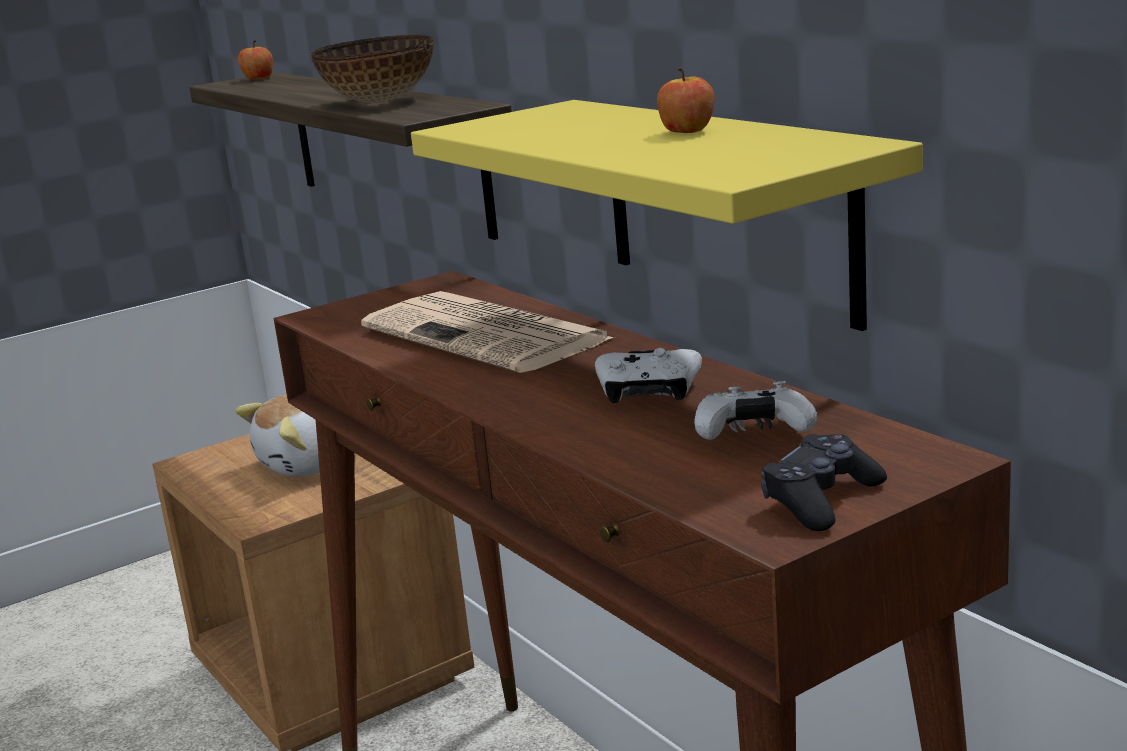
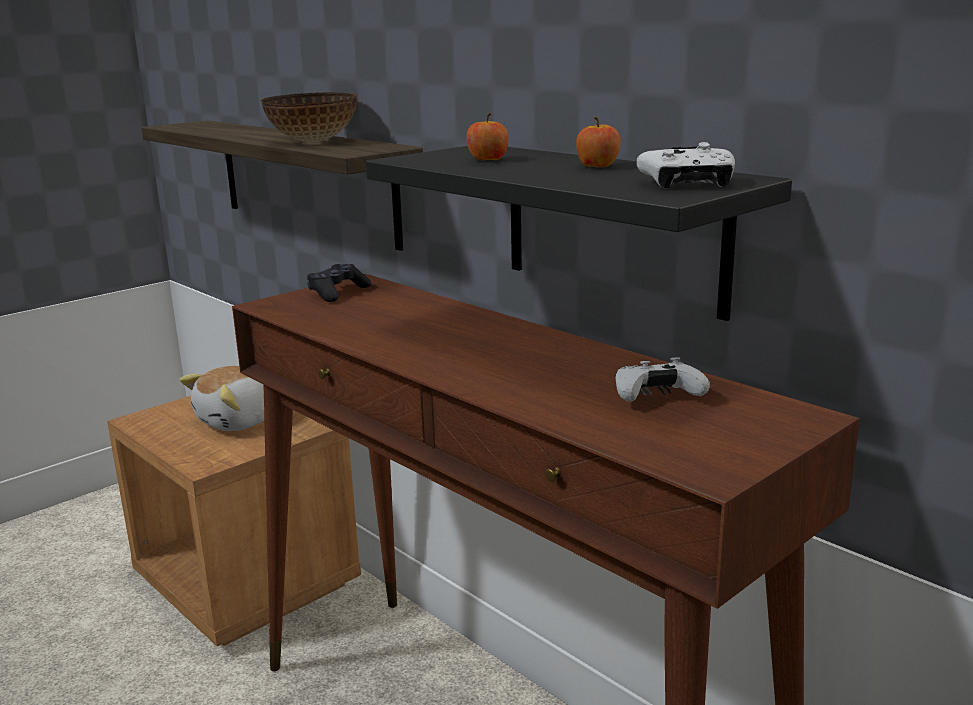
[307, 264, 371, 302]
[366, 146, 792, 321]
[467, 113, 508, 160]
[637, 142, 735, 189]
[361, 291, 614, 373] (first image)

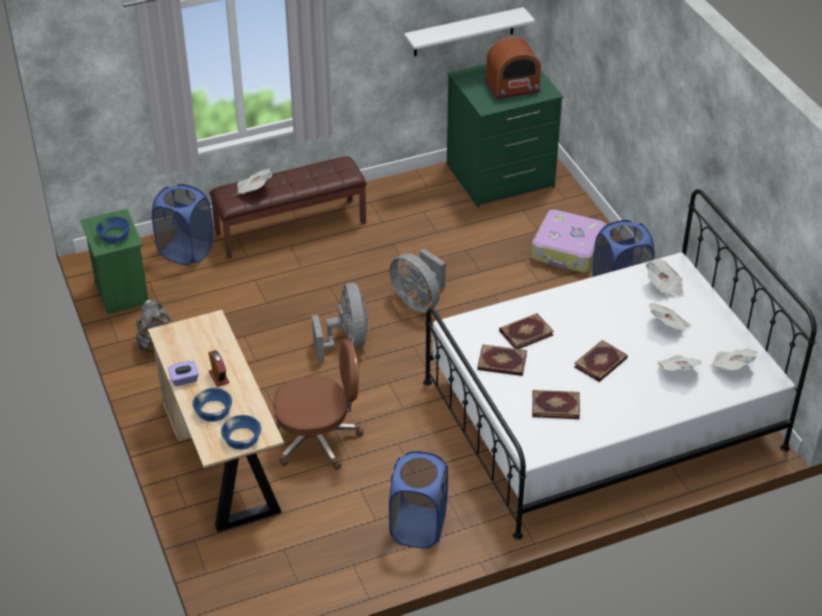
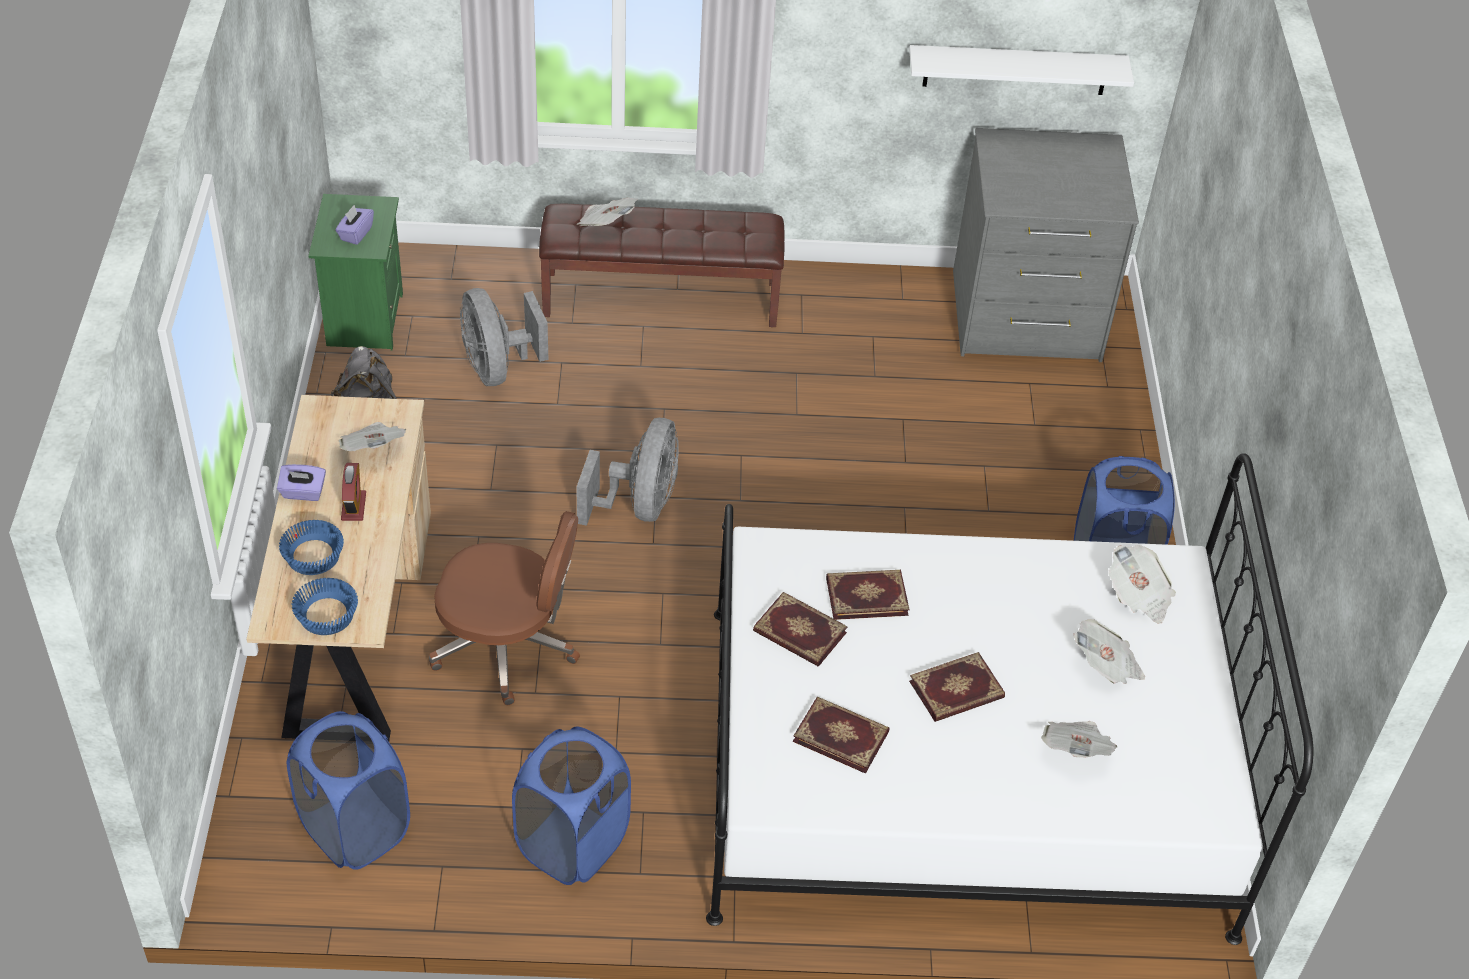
[287, 711, 410, 870]
[335, 205, 374, 245]
[339, 422, 407, 451]
[460, 288, 548, 386]
[953, 128, 1139, 362]
[484, 37, 541, 99] (first image)
[531, 210, 606, 273] (first image)

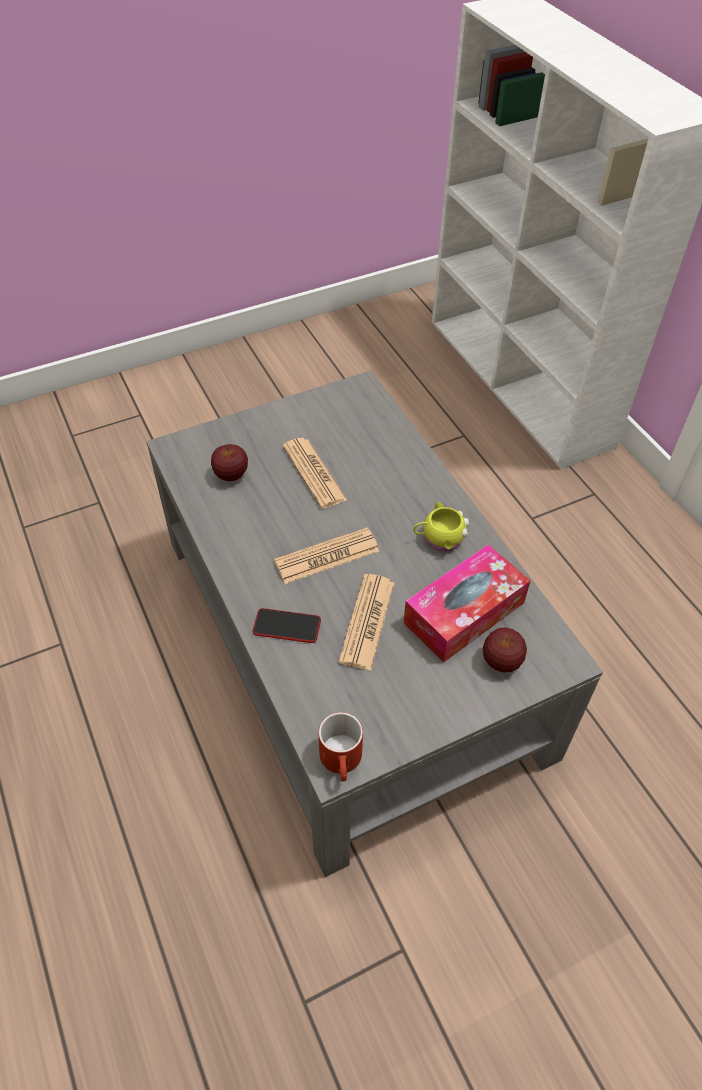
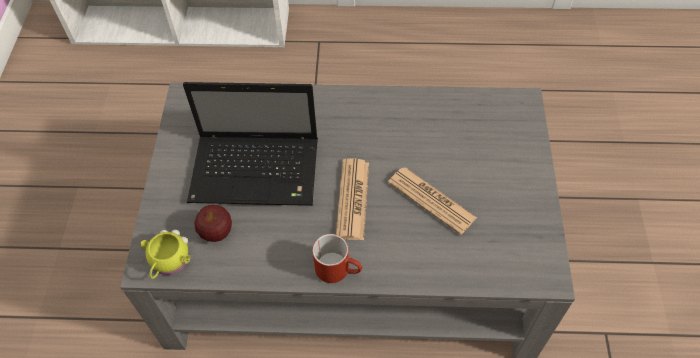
[141, 229, 190, 279]
[183, 82, 318, 206]
[312, 234, 362, 283]
[253, 608, 321, 643] (first image)
[404, 544, 531, 663] (first image)
[483, 627, 527, 672] (first image)

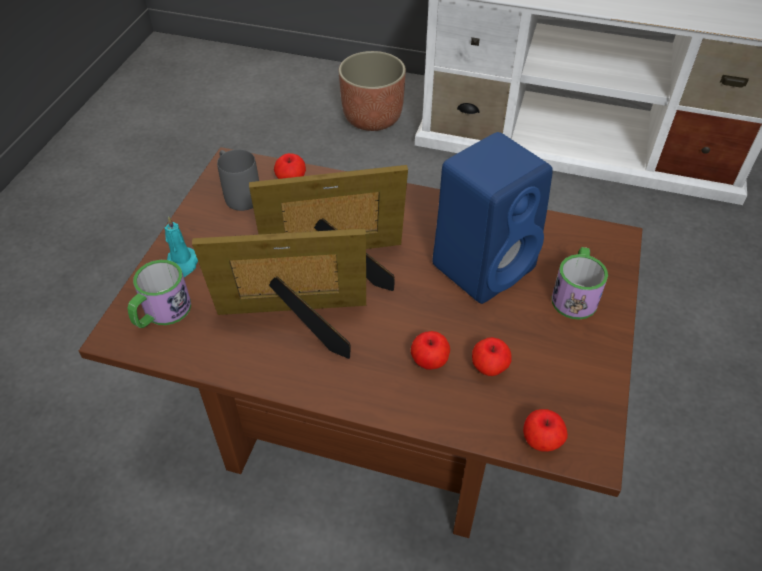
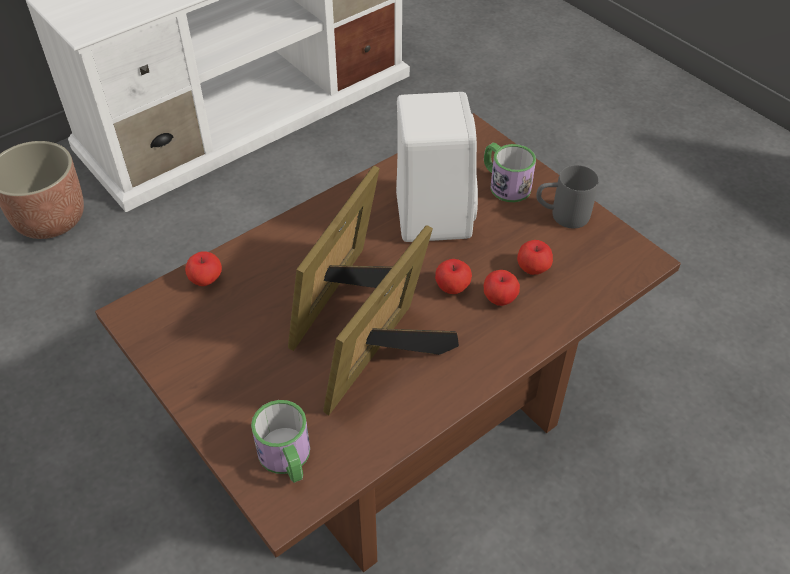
[396, 92, 478, 242]
[435, 259, 472, 294]
[536, 165, 599, 228]
[164, 216, 198, 277] (first image)

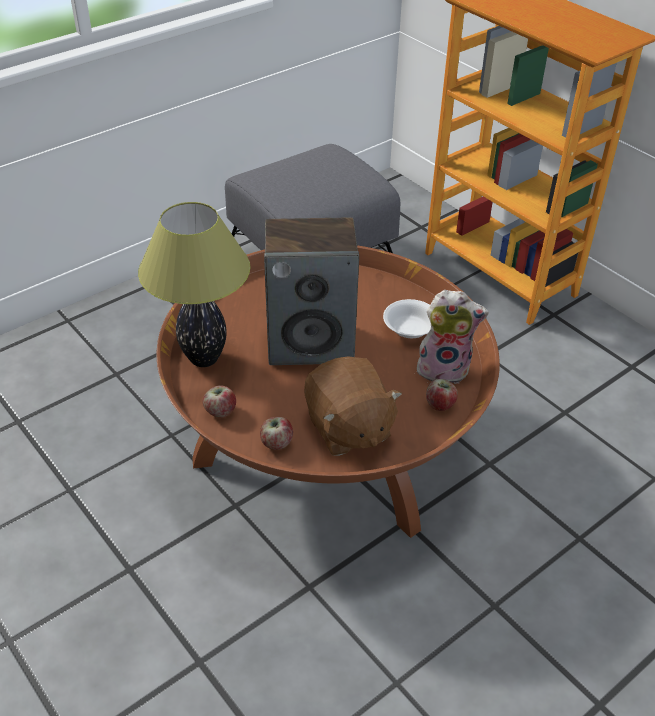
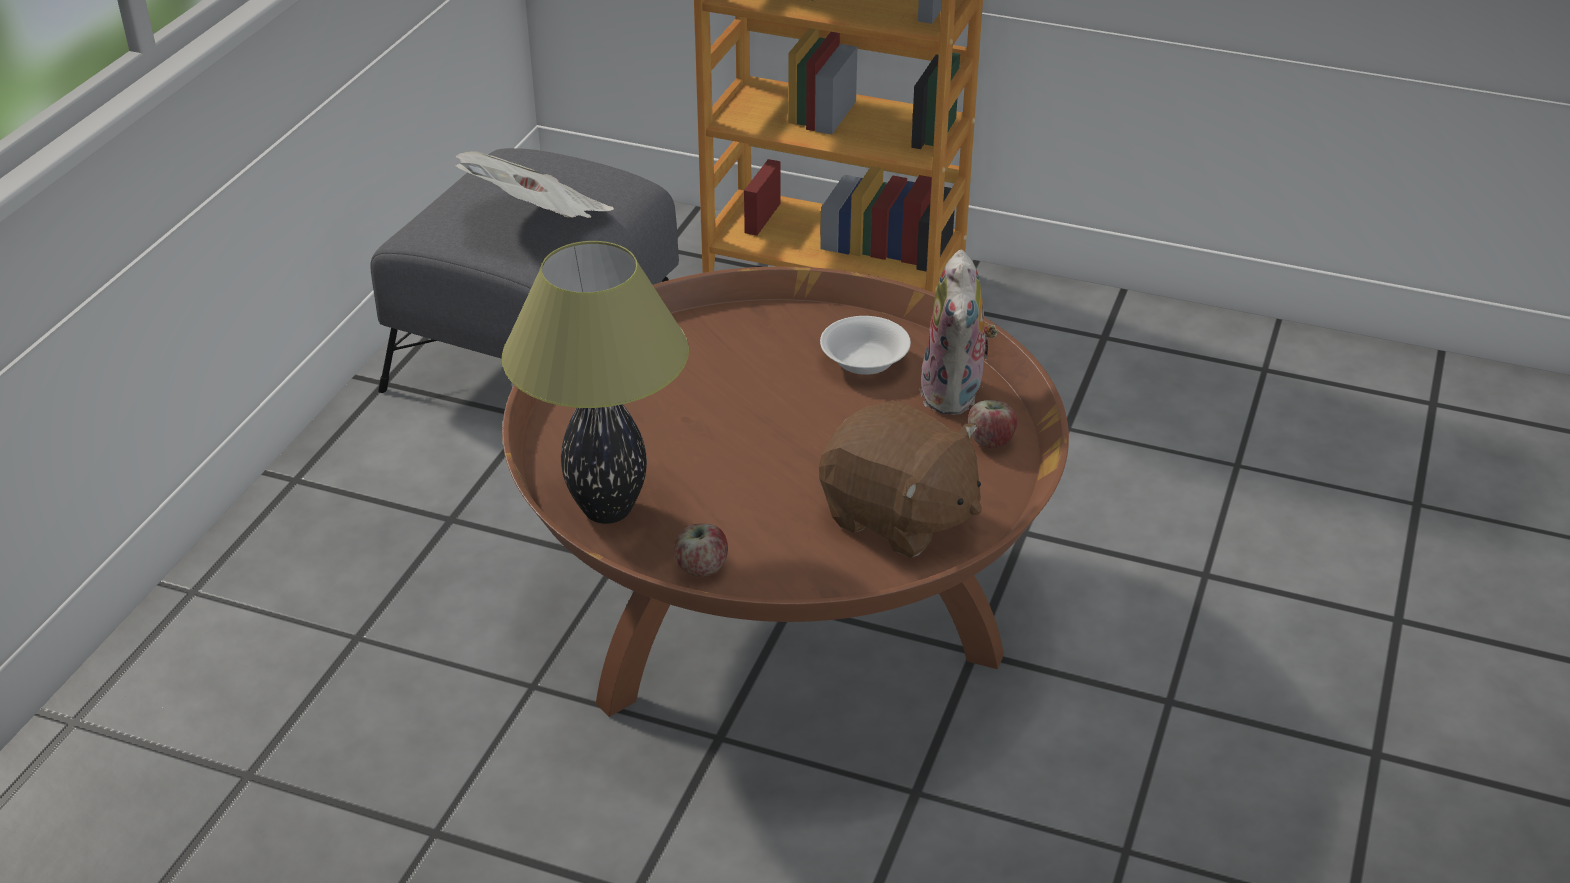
[455, 151, 614, 218]
[919, 250, 998, 415]
[260, 417, 293, 450] (first image)
[264, 218, 359, 365] (first image)

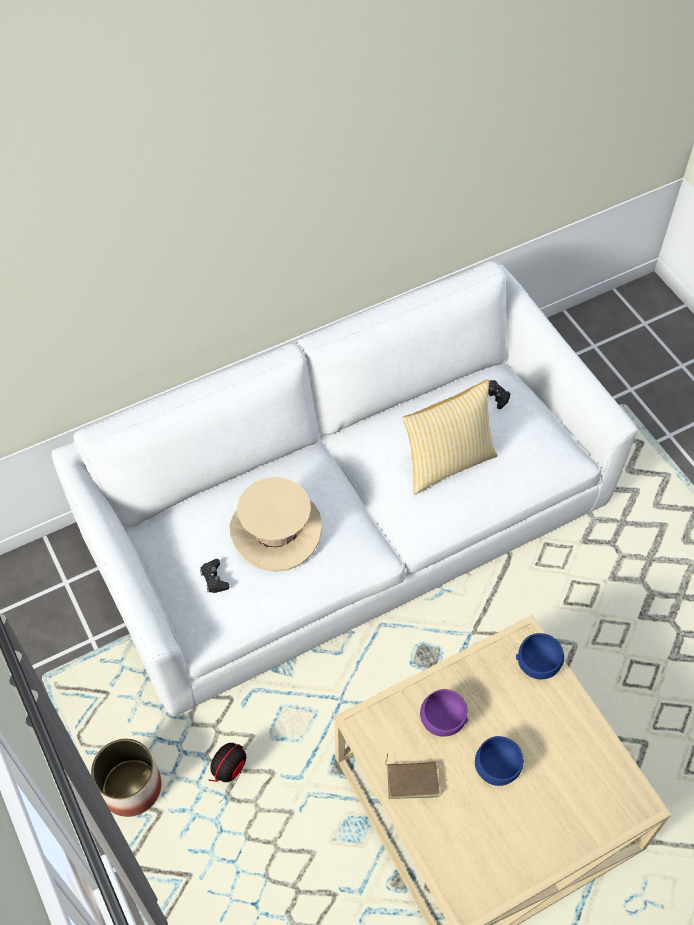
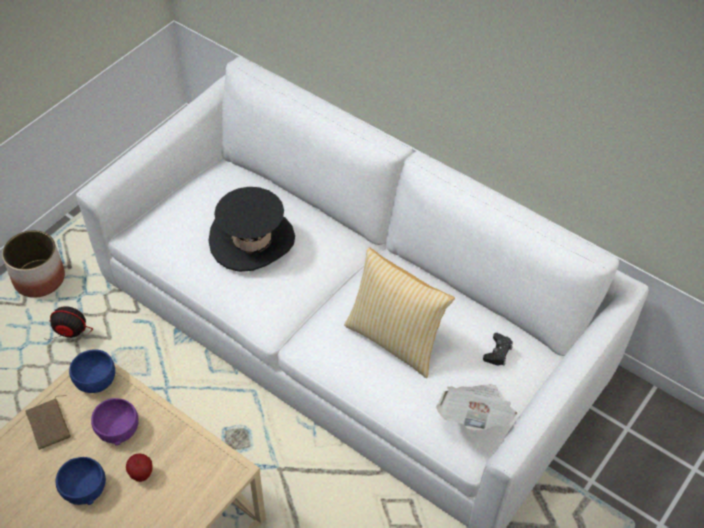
[69, 349, 115, 393]
[126, 453, 153, 482]
[209, 187, 295, 272]
[436, 384, 517, 430]
[200, 559, 229, 593] (first image)

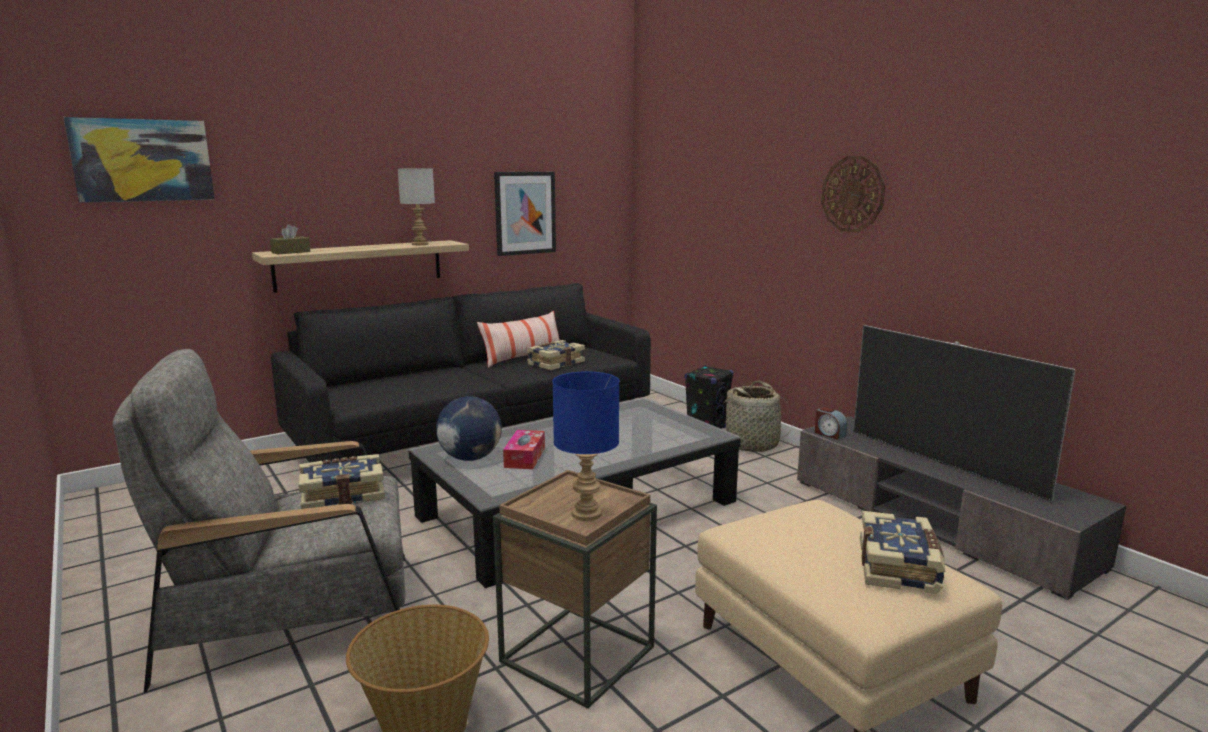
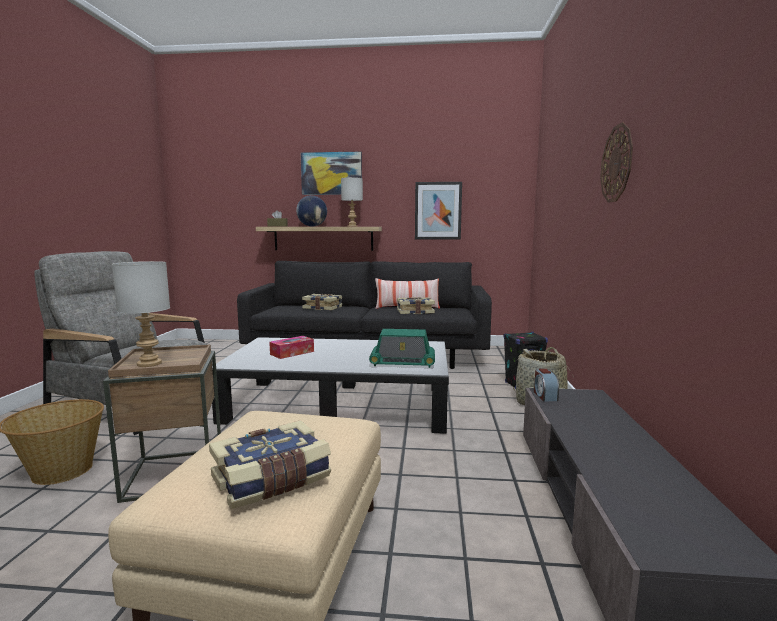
[112, 261, 170, 367]
[296, 195, 327, 227]
[301, 152, 362, 195]
[302, 294, 342, 310]
[369, 329, 435, 368]
[853, 325, 1076, 502] (first image)

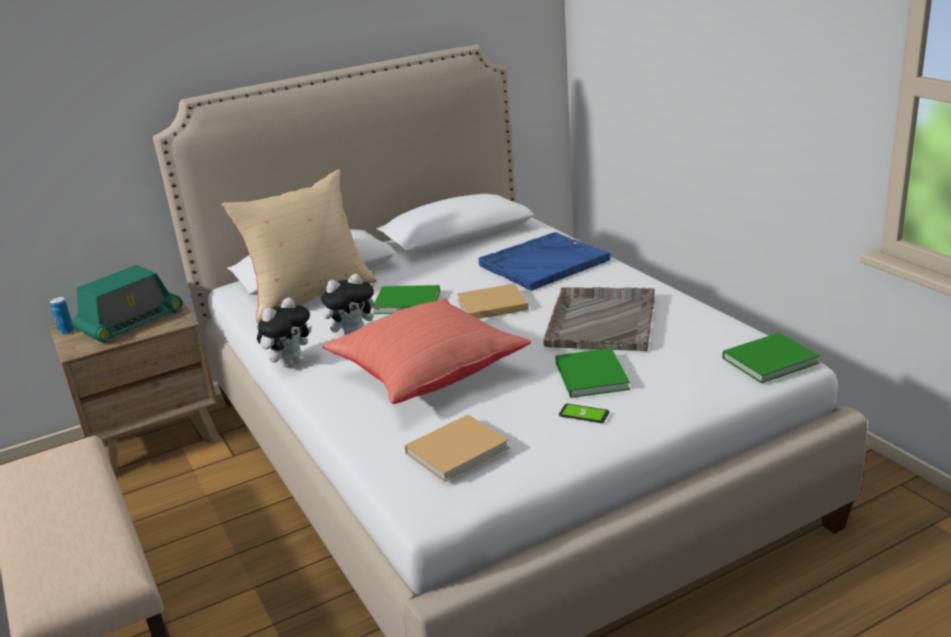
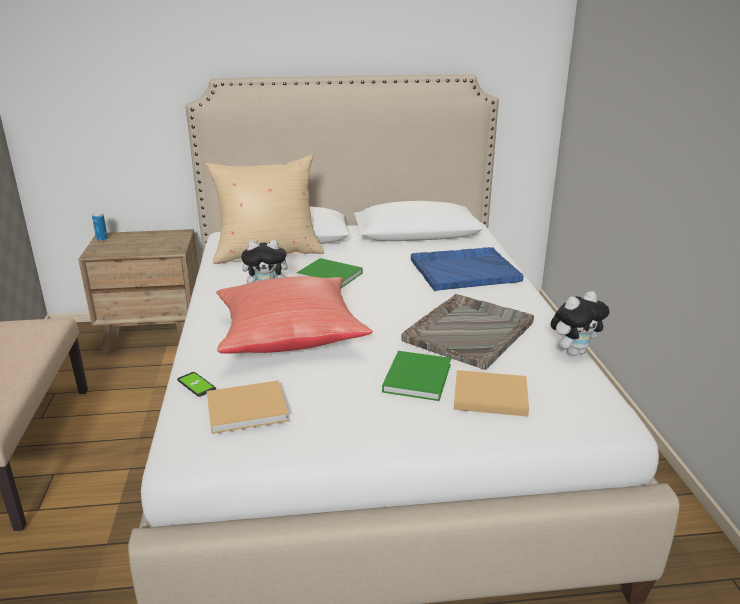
[177, 372, 216, 397]
[454, 370, 529, 417]
[550, 291, 609, 356]
[72, 265, 183, 344] (first image)
[722, 333, 820, 383] (first image)

